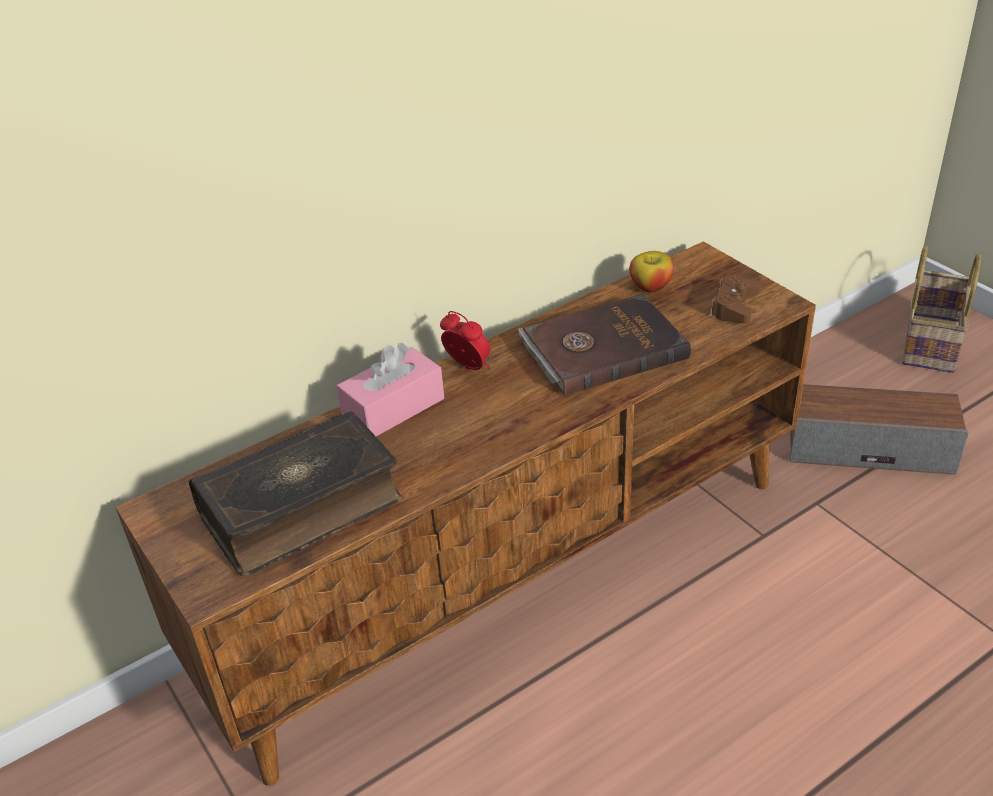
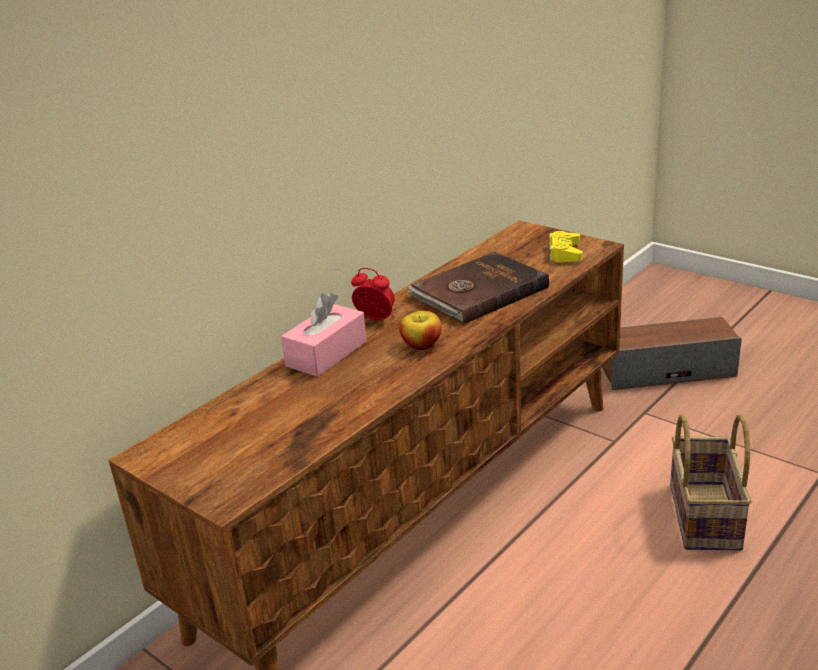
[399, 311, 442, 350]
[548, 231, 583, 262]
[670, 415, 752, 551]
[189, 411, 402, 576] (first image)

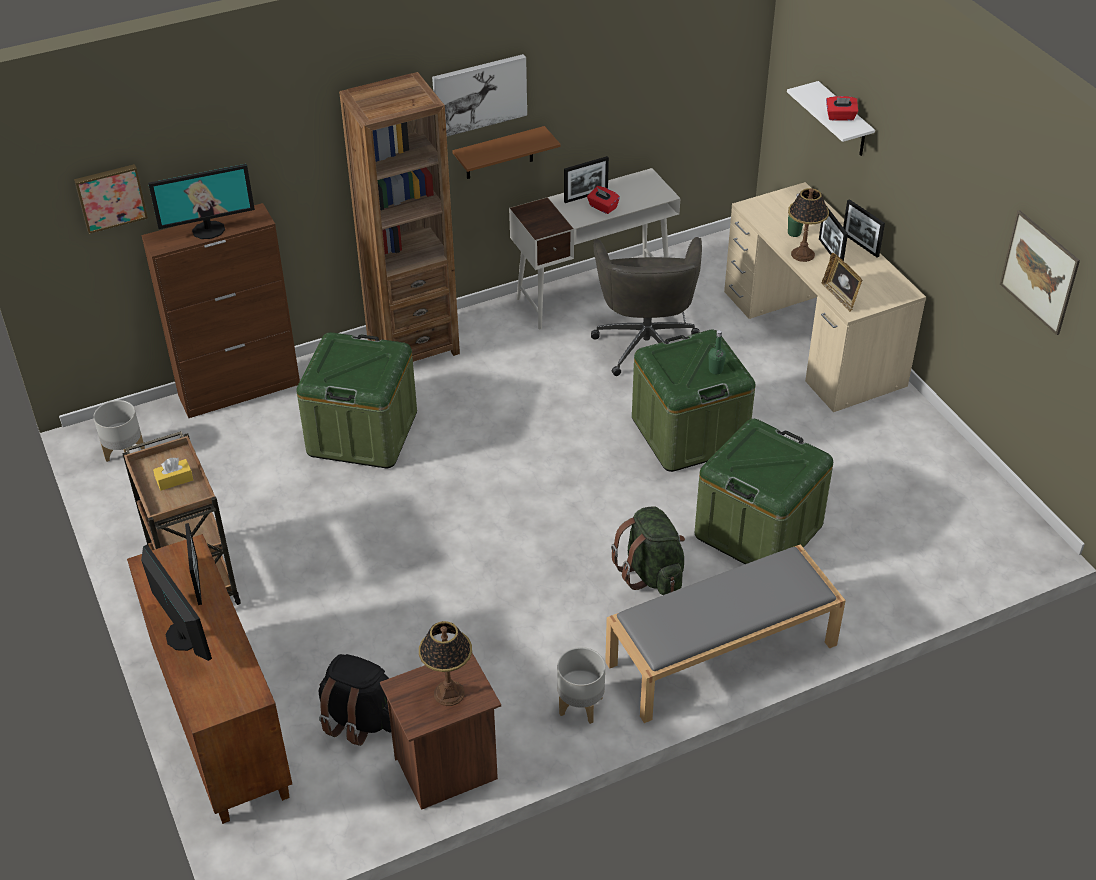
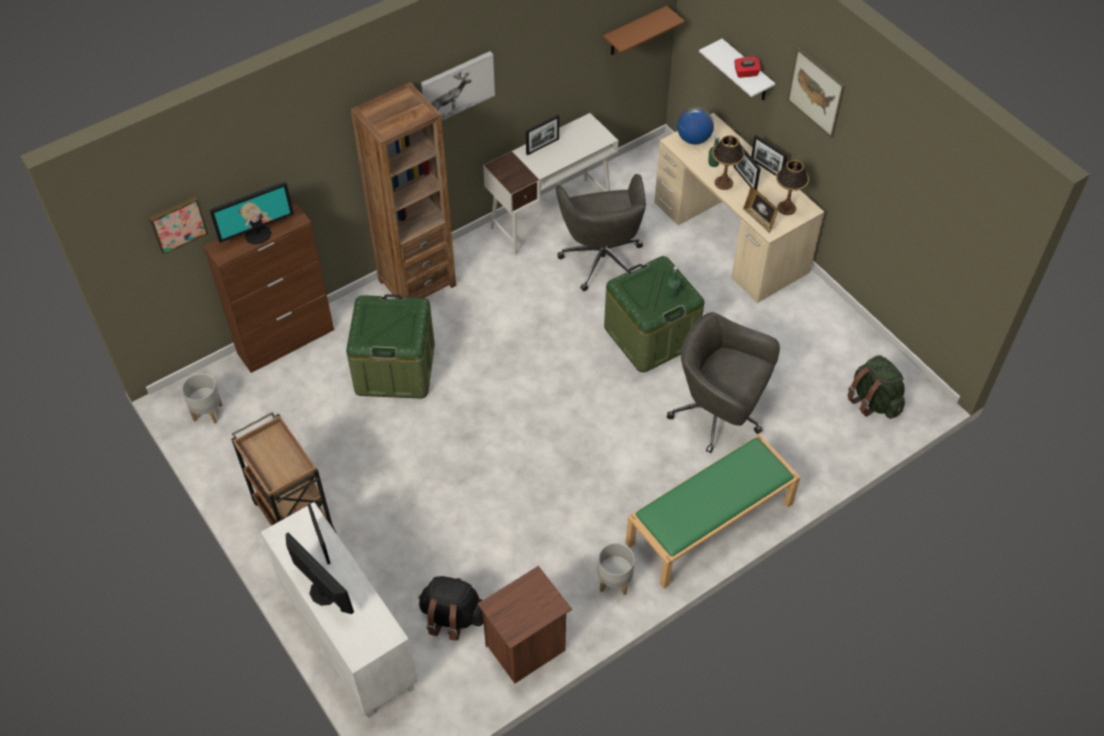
[261, 502, 417, 718]
[603, 6, 685, 55]
[626, 434, 801, 589]
[667, 312, 780, 453]
[677, 107, 714, 145]
[776, 160, 809, 215]
[787, 48, 845, 138]
[848, 355, 905, 419]
[153, 458, 193, 491] (first image)
[587, 186, 620, 214] (first image)

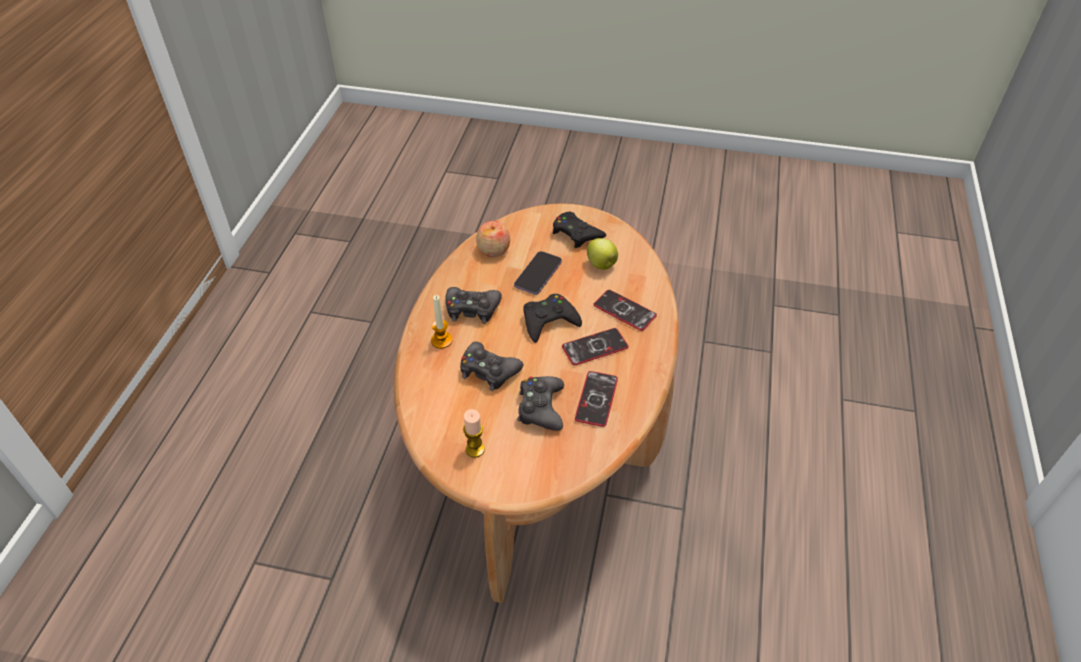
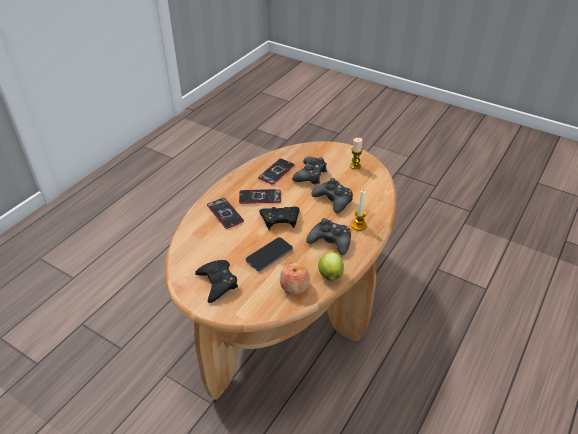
[318, 252, 344, 281]

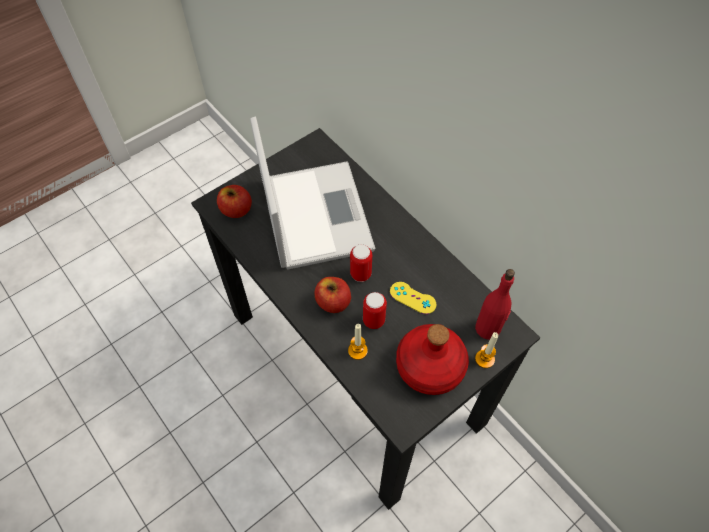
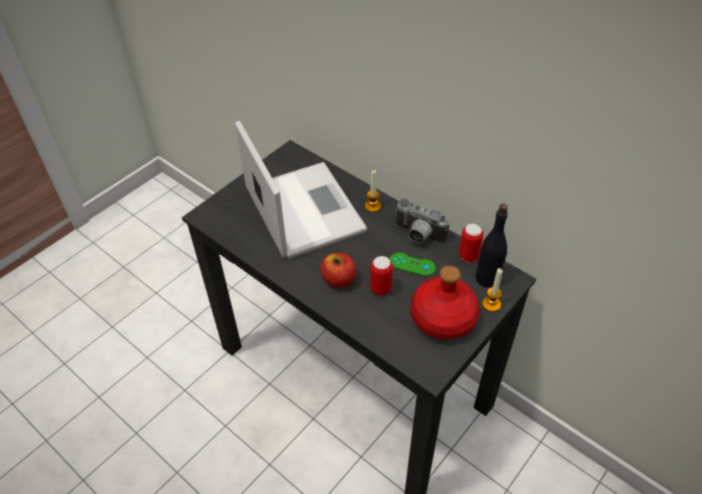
[365, 170, 381, 212]
[390, 253, 436, 276]
[395, 199, 449, 244]
[459, 223, 484, 263]
[475, 203, 508, 288]
[217, 185, 252, 218] (first image)

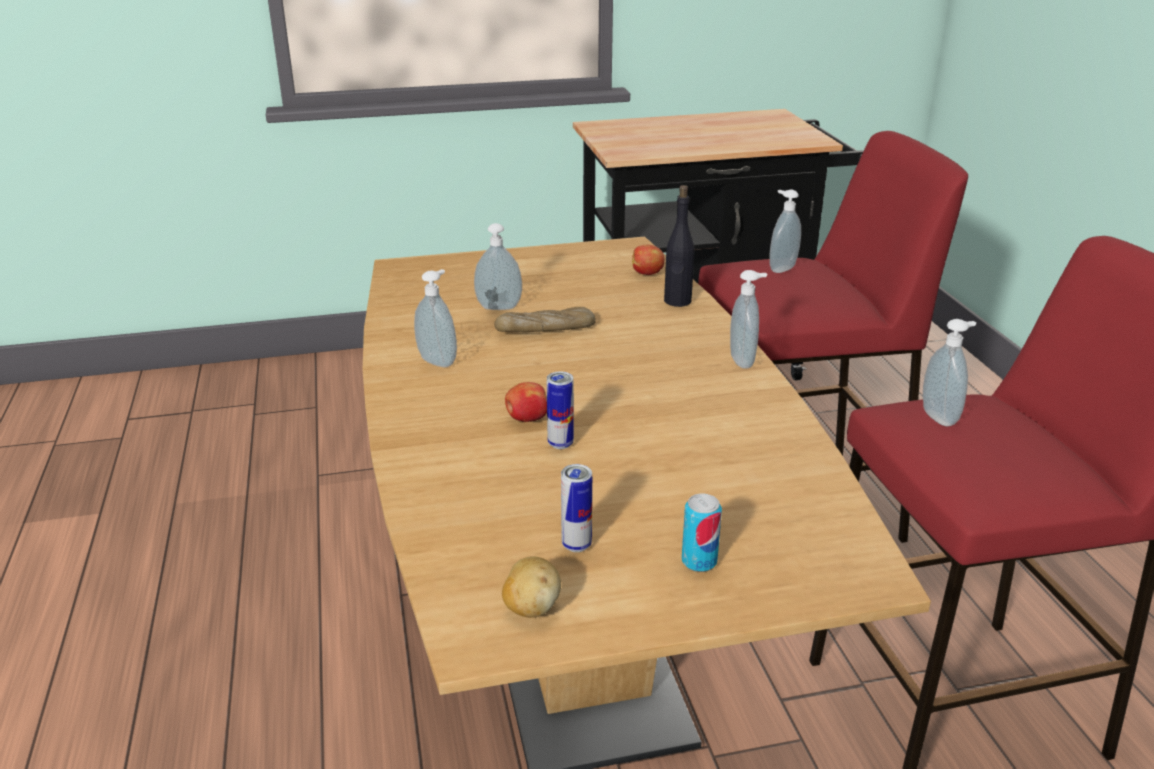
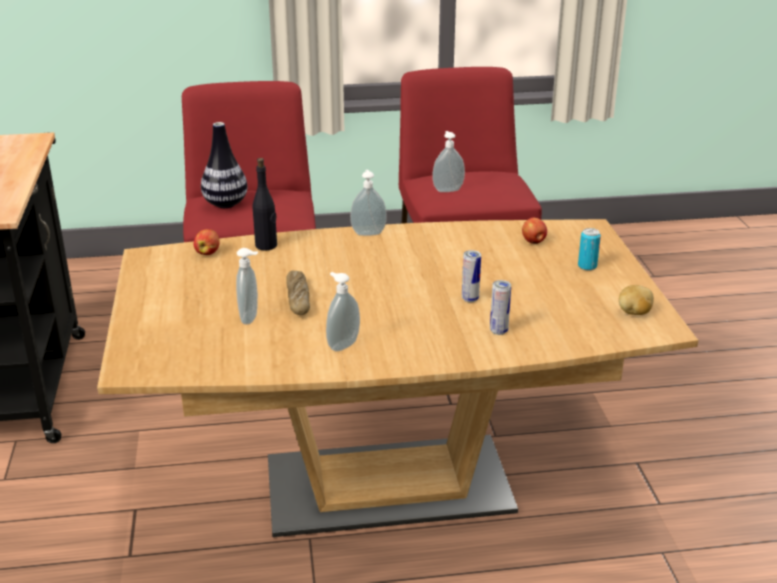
[201, 122, 247, 208]
[490, 280, 511, 335]
[522, 218, 547, 244]

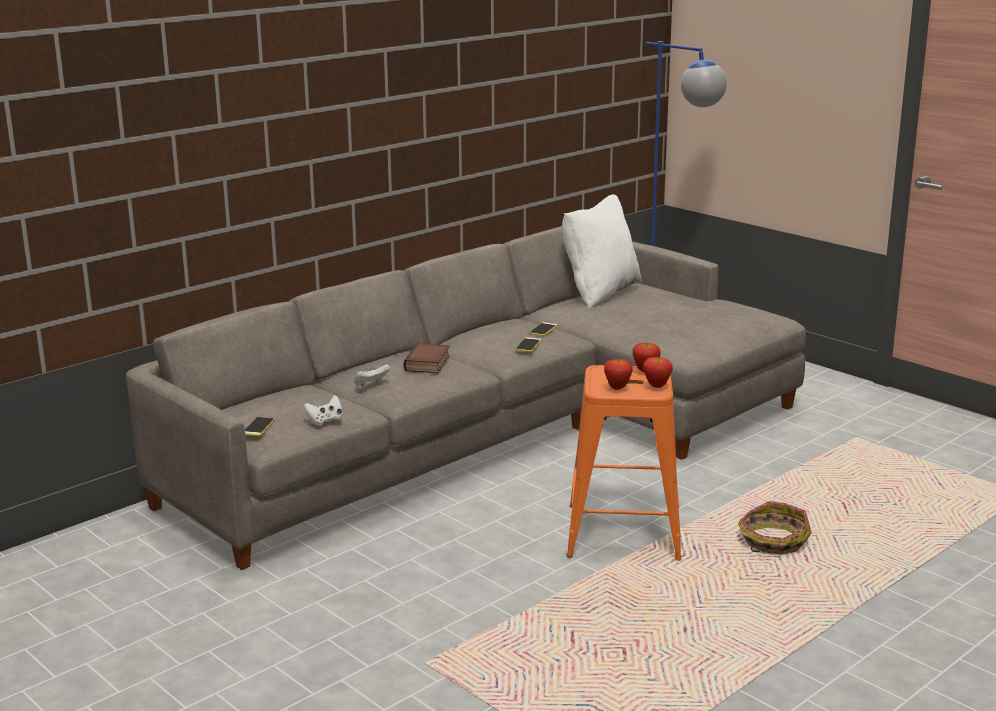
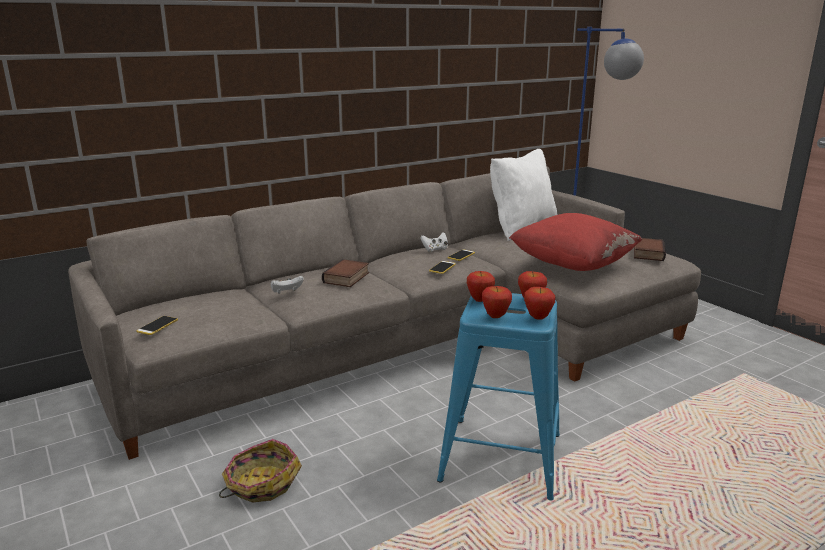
[219, 439, 302, 503]
[420, 232, 448, 252]
[437, 293, 560, 500]
[467, 271, 495, 302]
[509, 213, 642, 271]
[634, 238, 666, 261]

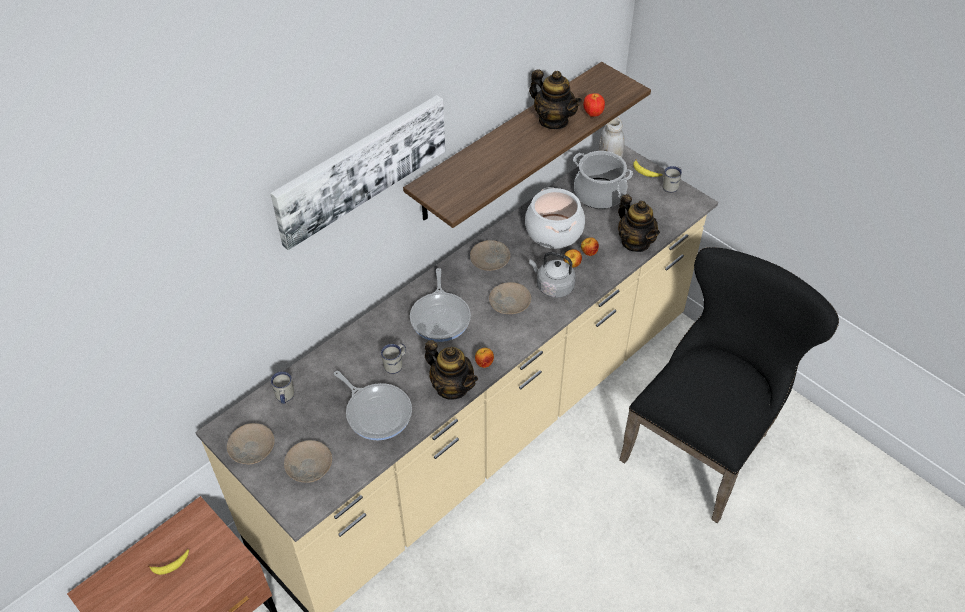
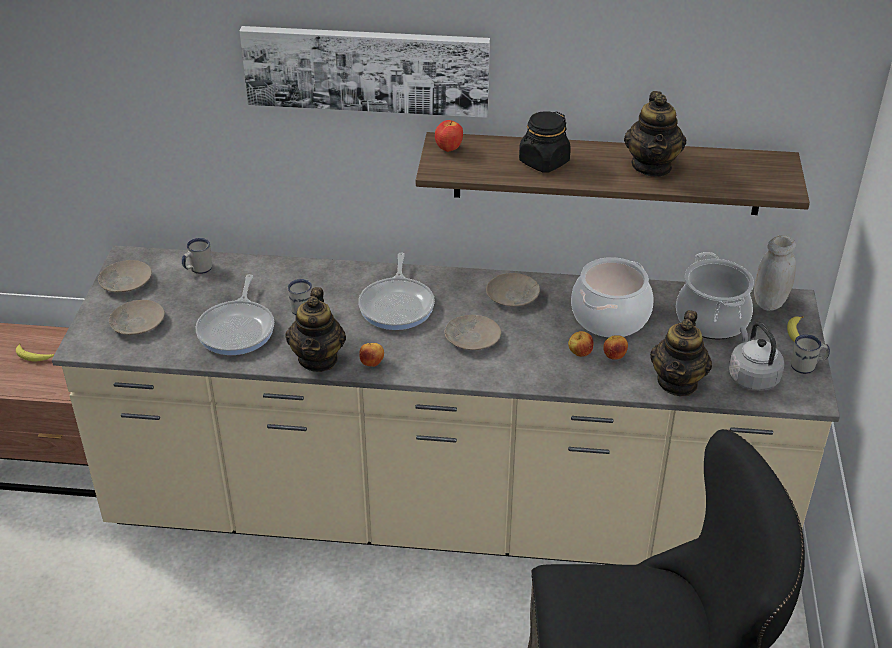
[358, 252, 435, 330]
[435, 120, 463, 152]
[519, 111, 571, 173]
[729, 322, 784, 391]

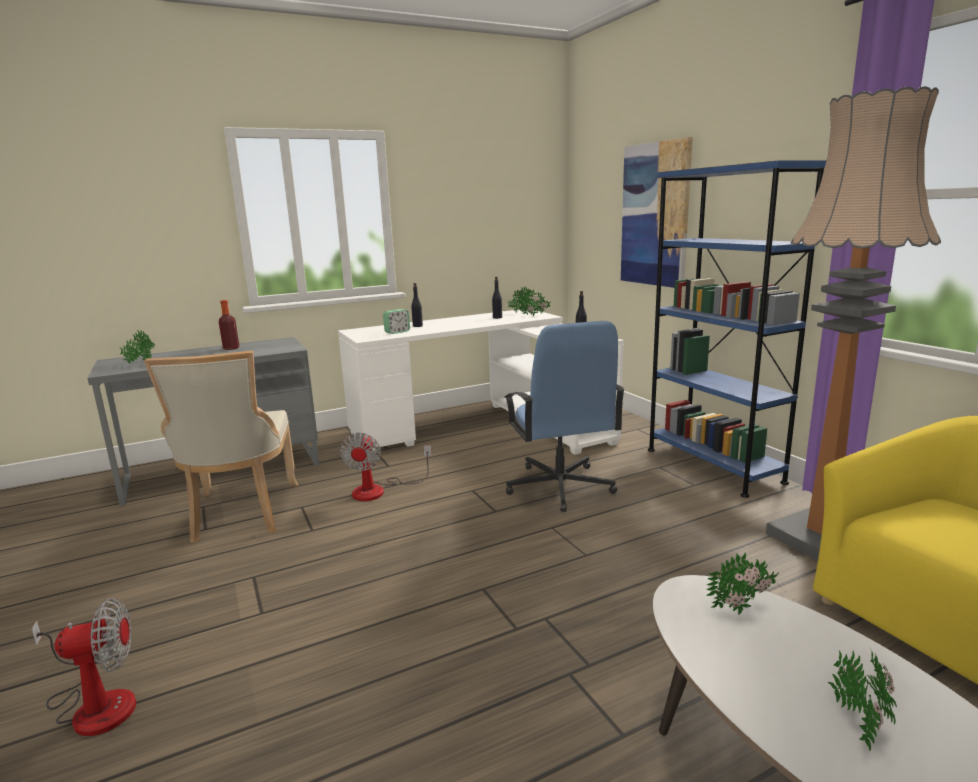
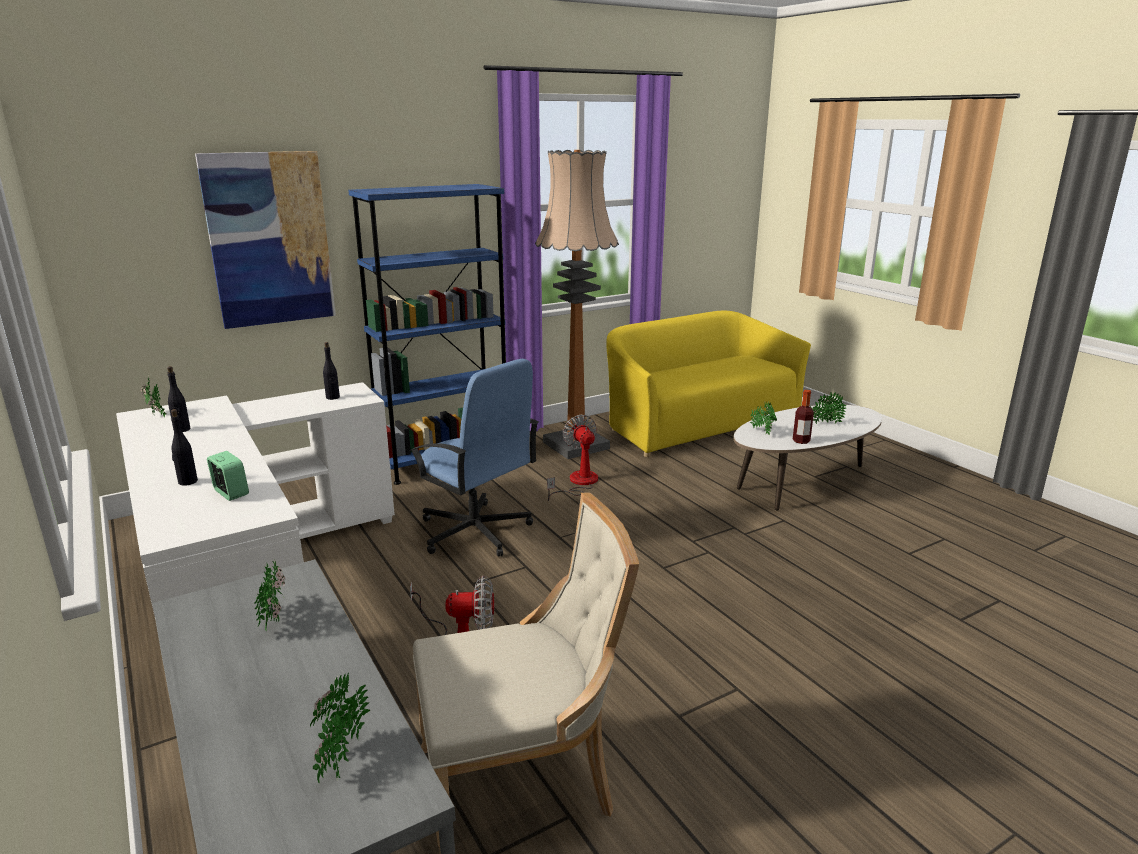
[254, 559, 285, 630]
[409, 359, 538, 557]
[547, 414, 598, 501]
[793, 390, 814, 444]

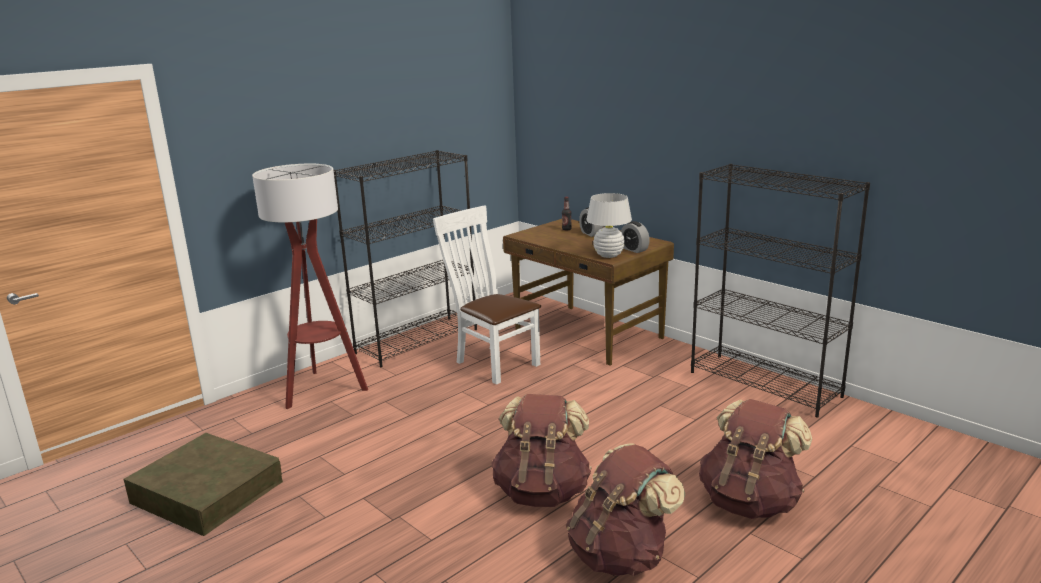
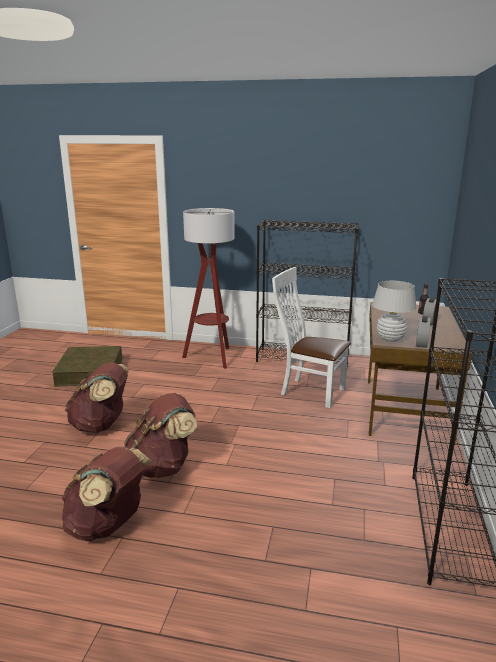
[65, 363, 129, 433]
[272, 267, 351, 408]

